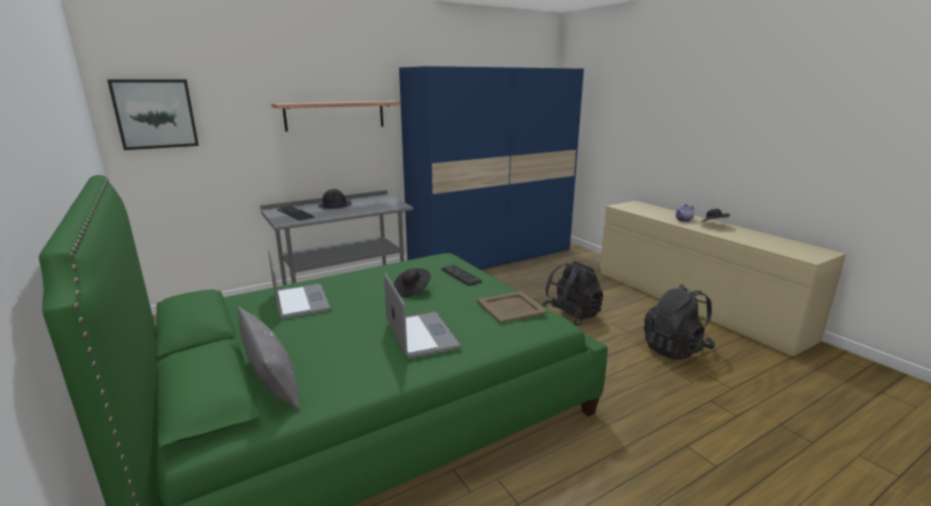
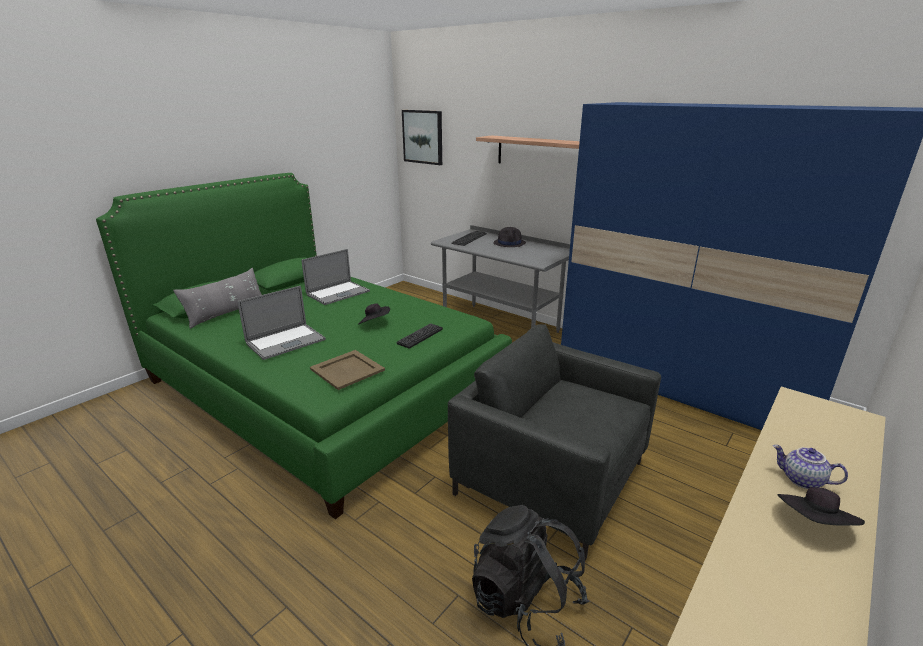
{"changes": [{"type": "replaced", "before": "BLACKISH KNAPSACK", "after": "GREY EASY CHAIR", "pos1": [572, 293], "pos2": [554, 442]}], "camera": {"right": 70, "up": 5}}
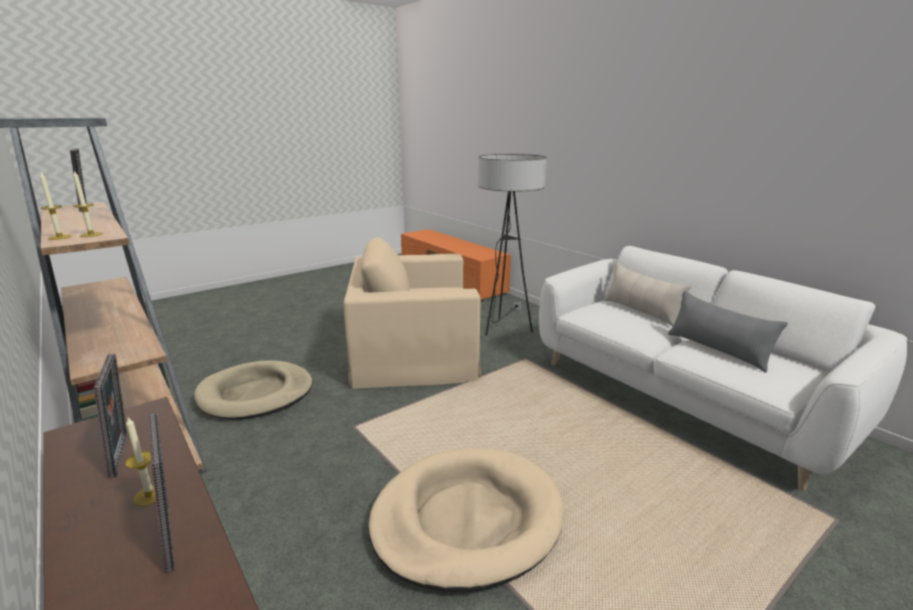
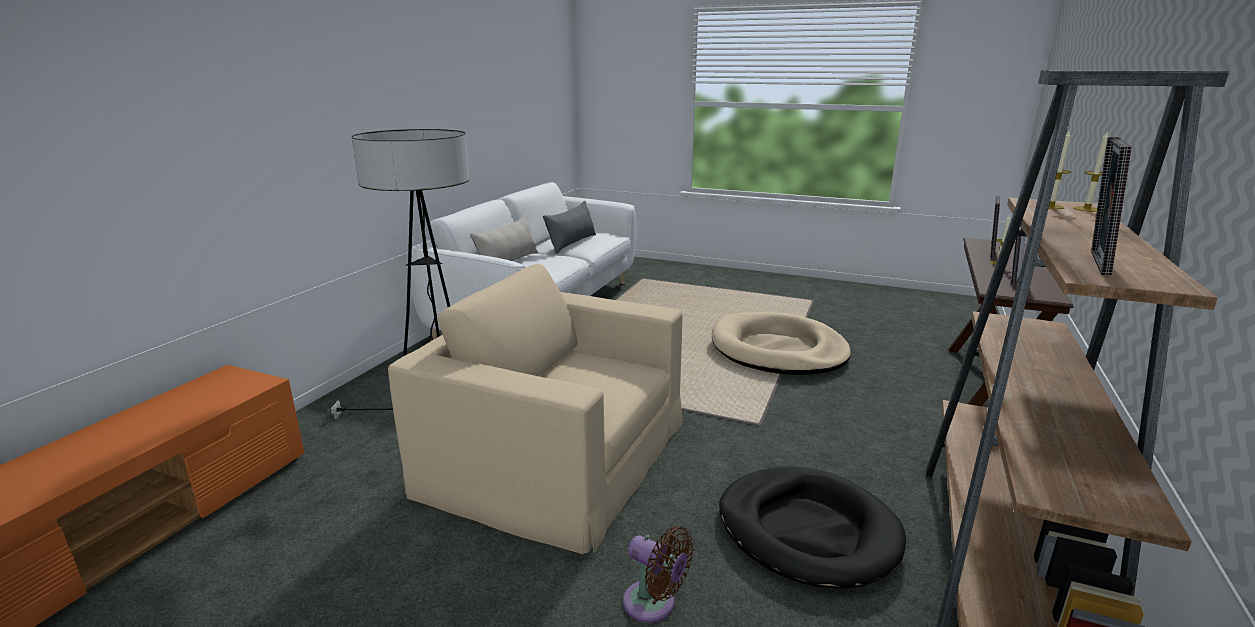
{"changes": [{"type": "turned", "before": "BEIGE EASY CHAIR", "pos1": [412, 313], "pos2": [535, 409], "turn": 150}, {"type": "recoloured", "before": "BEIGE PET BED", "after": "BLACKISH PET BED", "pos1": [253, 390], "pos2": [812, 527]}, {"type": "added", "after": "BROWN FAN", "pos2": [658, 574]}], "camera": {"right": -120, "up": 0}}
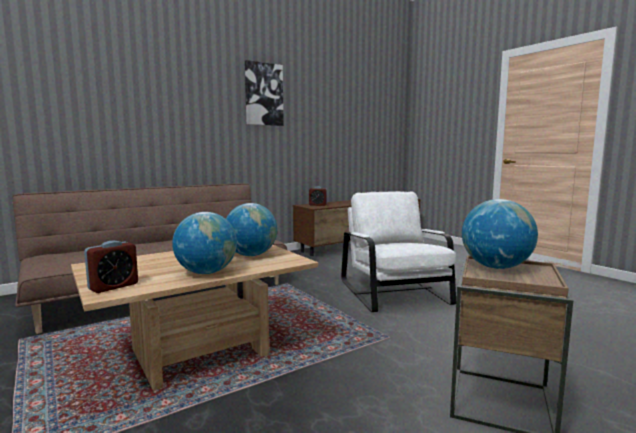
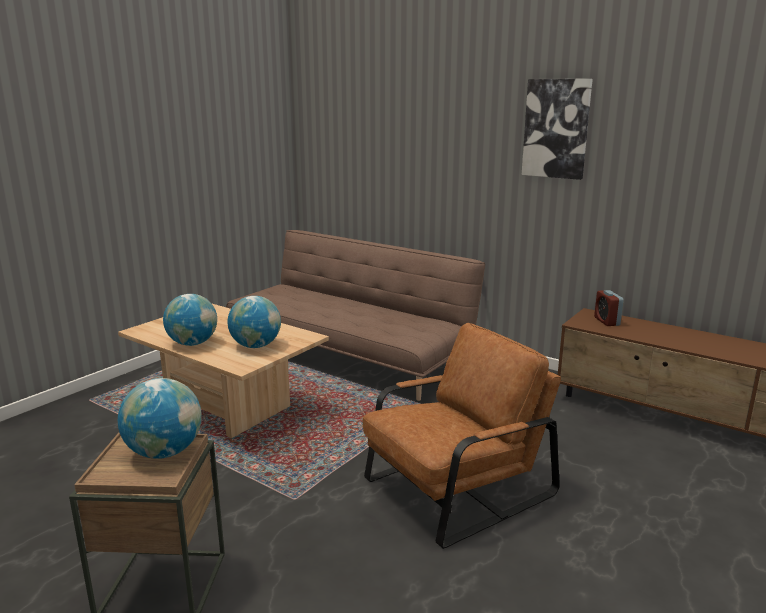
{"changes": [{"type": "recoloured", "before": "WHITISH EASY CHAIR", "after": "BROWN EASY CHAIR", "pos1": [398, 251], "pos2": [462, 435]}, {"type": "removed", "before": "BEDSIDE CLOCK", "pos1": [111, 267]}], "camera": {"right": 70, "up": 10}}
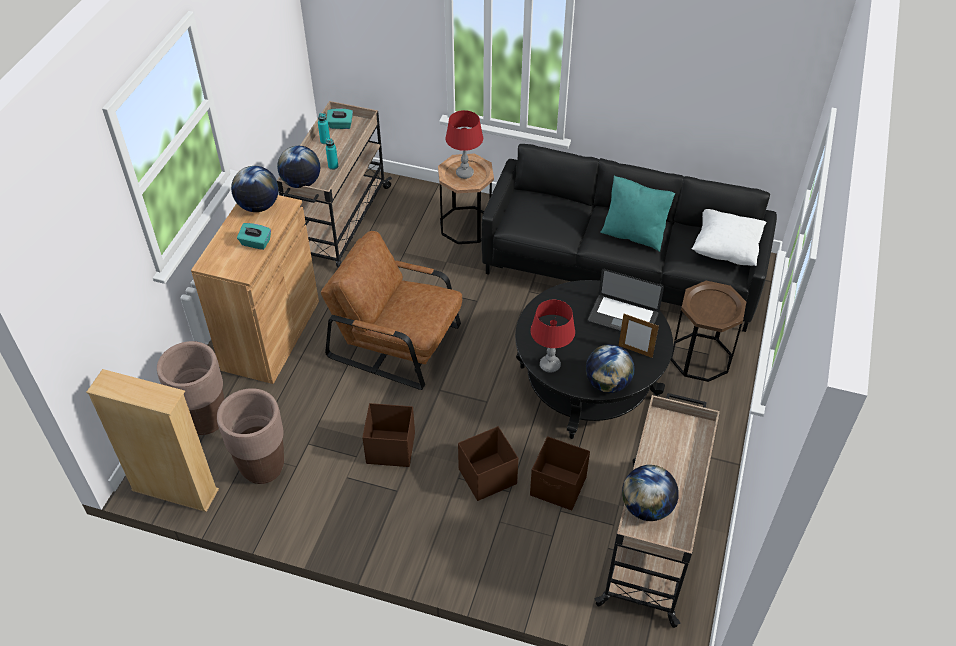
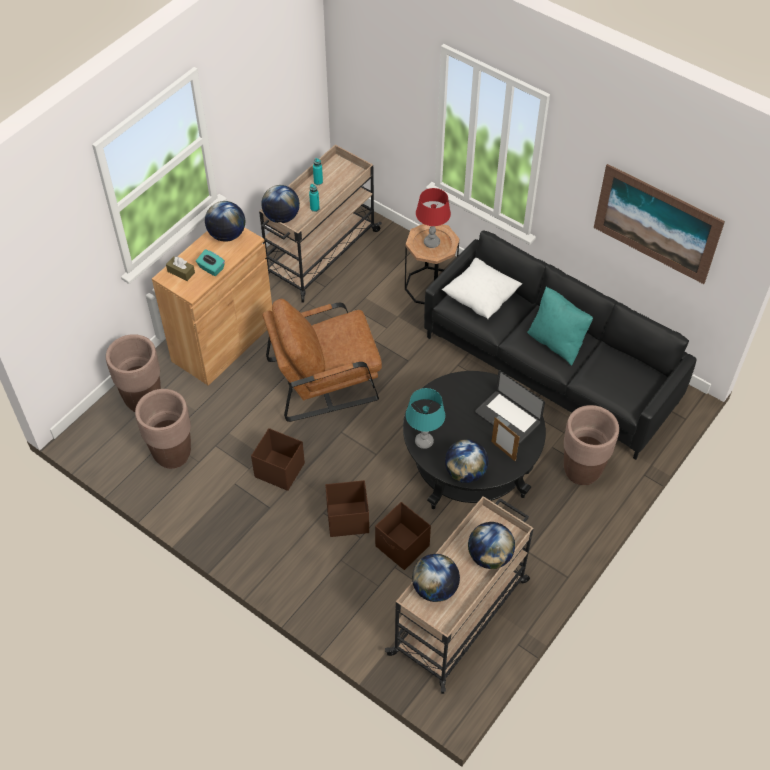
{"changes": [{"type": "removed", "before": "BLUE-GREEN TISSUE BOX", "pos1": [340, 118]}, {"type": "moved", "before": "WHITISH PILLOW", "pos1": [729, 237], "pos2": [482, 288]}, {"type": "turned", "before": "BROWN EASY CHAIR", "pos1": [391, 310], "pos2": [322, 360], "turn": -60}, {"type": "replaced", "before": "BROWN END TABLE", "after": "BROWN PLANTER", "pos1": [708, 331], "pos2": [591, 445]}, {"type": "recoloured", "before": "RED LAMP FOR A TABLE", "after": "BLUE-GREEN LAMP FOR A TABLE", "pos1": [552, 336], "pos2": [425, 418]}, {"type": "removed", "before": "BEIGE BOOKCASE", "pos1": [152, 440]}, {"type": "added", "after": "WALL ART", "pos2": [659, 224]}, {"type": "added", "after": "BROWN TISSUE BOX", "pos2": [180, 268]}, {"type": "added", "after": "WORLD GLOBE", "pos2": [491, 545]}], "camera": {"right": 20, "up": 5}}
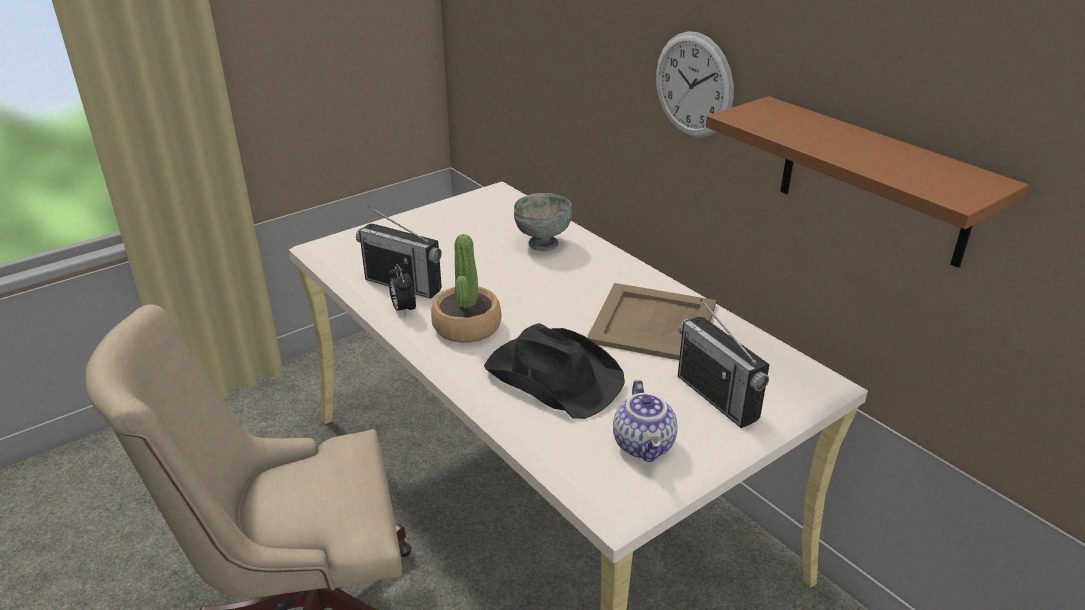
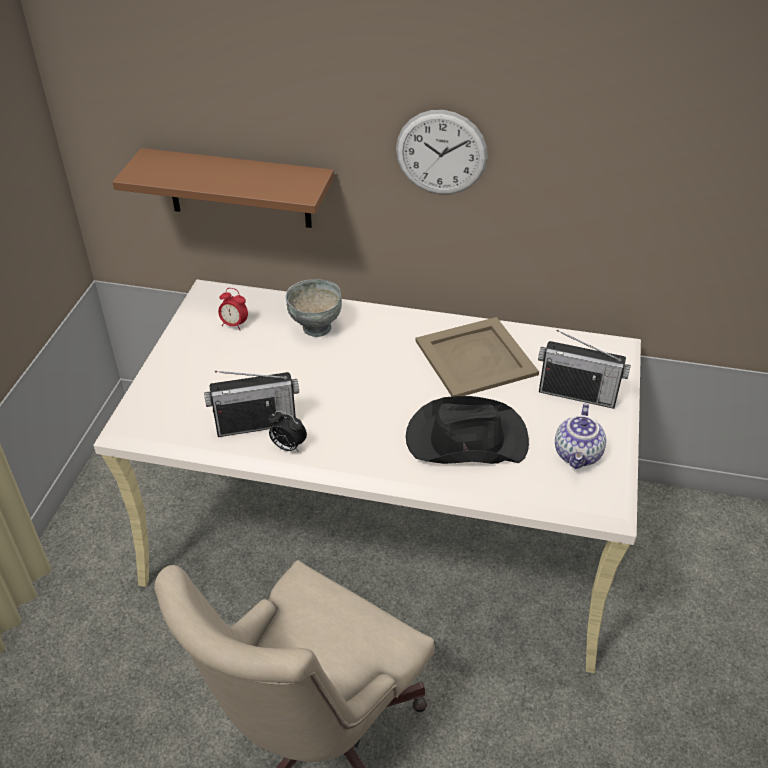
{"changes": [{"type": "moved", "before": "BROWN BRACKET SHELF", "pos1": [867, 182], "pos2": [223, 188]}, {"type": "removed", "before": "POTTED PLANT", "pos1": [466, 288]}, {"type": "turned", "before": "TEAPOT", "pos1": [645, 421], "pos2": [580, 436], "turn": 60}, {"type": "added", "after": "BEDSIDE CLOCK", "pos2": [233, 309]}], "camera": {"right": -40, "up": 10}}
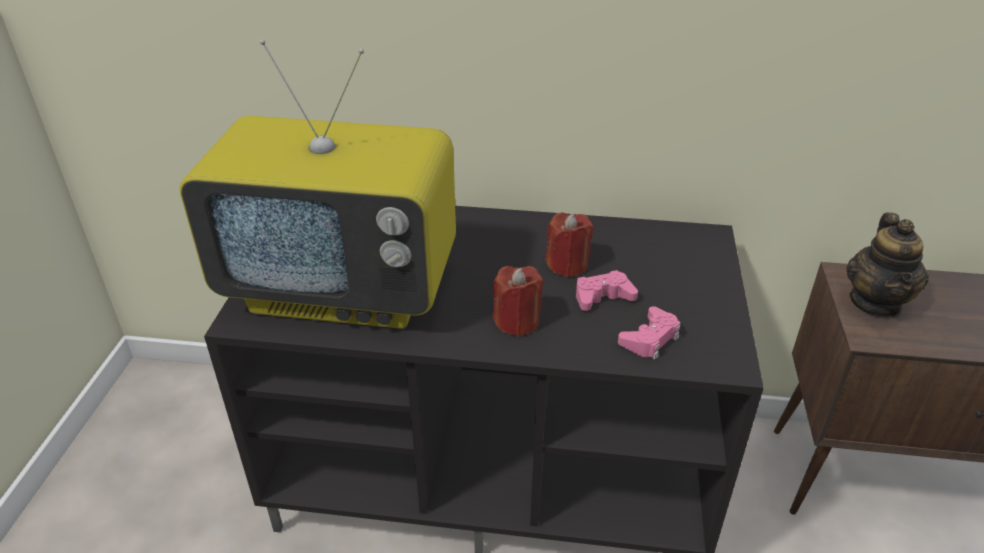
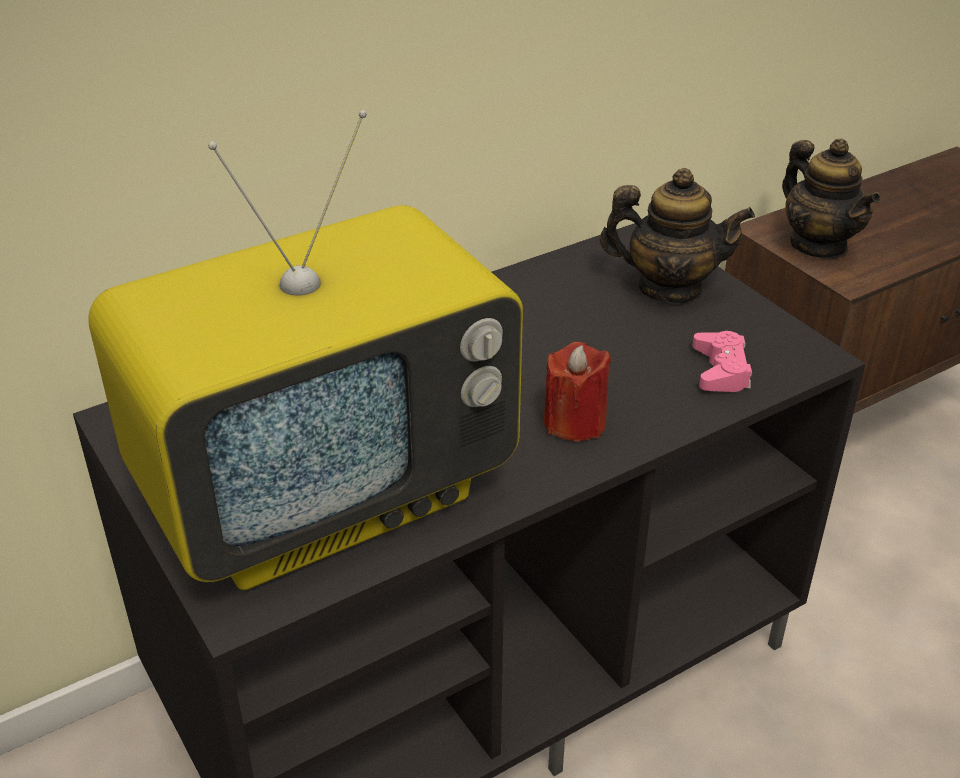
{"changes": [{"type": "removed", "before": "RED WAX CANDLE", "pos1": [569, 244]}, {"type": "removed", "before": "PINK-COLOURED JOYPAD", "pos1": [607, 290]}, {"type": "added", "after": "TEAPOT", "pos2": [677, 235]}], "camera": {"right": -40, "up": 0}}
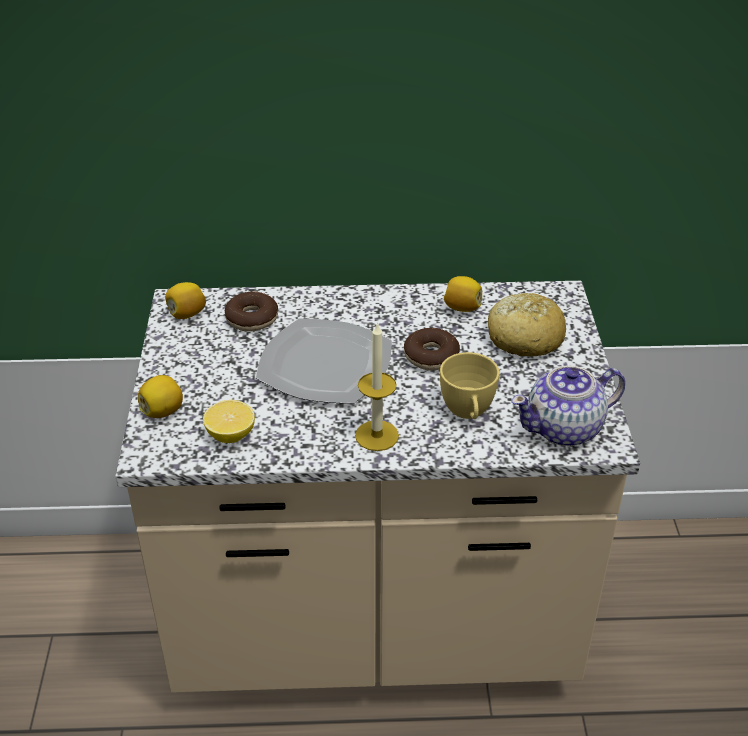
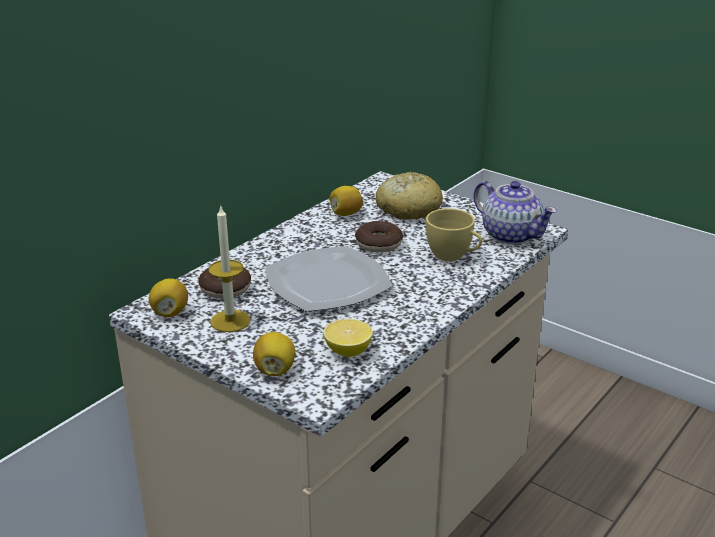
{"changes": [{"type": "moved", "before": "WAX CANDLE", "pos1": [377, 386], "pos2": [229, 268]}, {"type": "turned", "before": "TEAPOT", "pos1": [568, 405], "pos2": [515, 213], "turn": -60}], "camera": {"right": -50, "up": -10}}
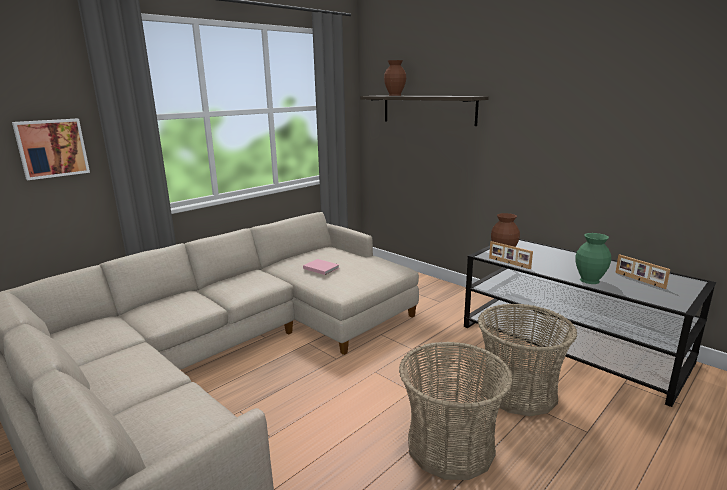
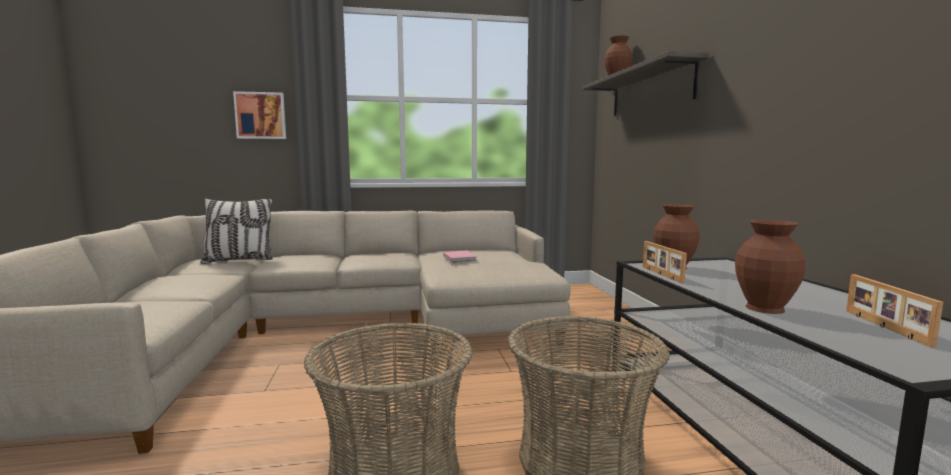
{"changes": [{"type": "recoloured", "before": "GREEN FLOWER VASE", "after": "BROWN FLOWER VASE", "pos1": [593, 258], "pos2": [770, 267]}, {"type": "added", "after": "PILLOW", "pos2": [236, 231]}], "camera": {"right": 35, "up": -10}}
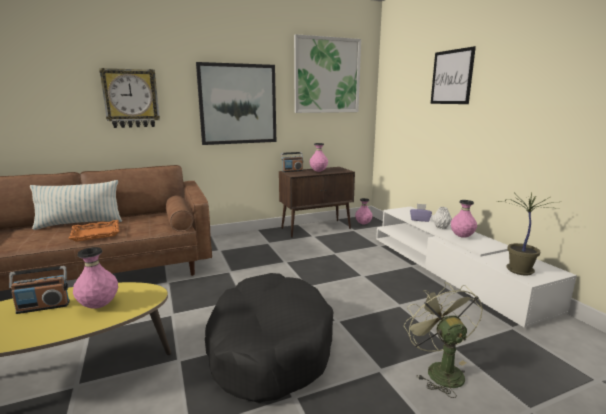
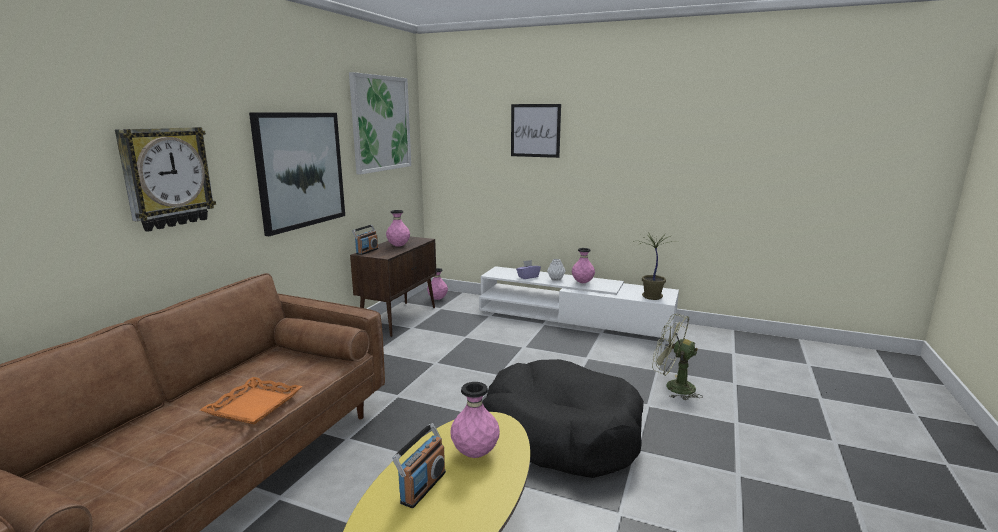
{"changes": [{"type": "removed", "before": "PILLOW", "pos1": [76, 205]}], "camera": {"right": -45, "up": 0}}
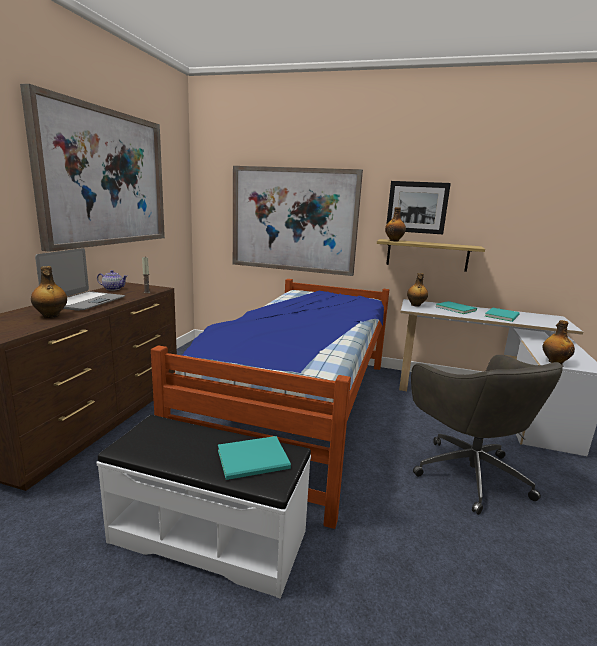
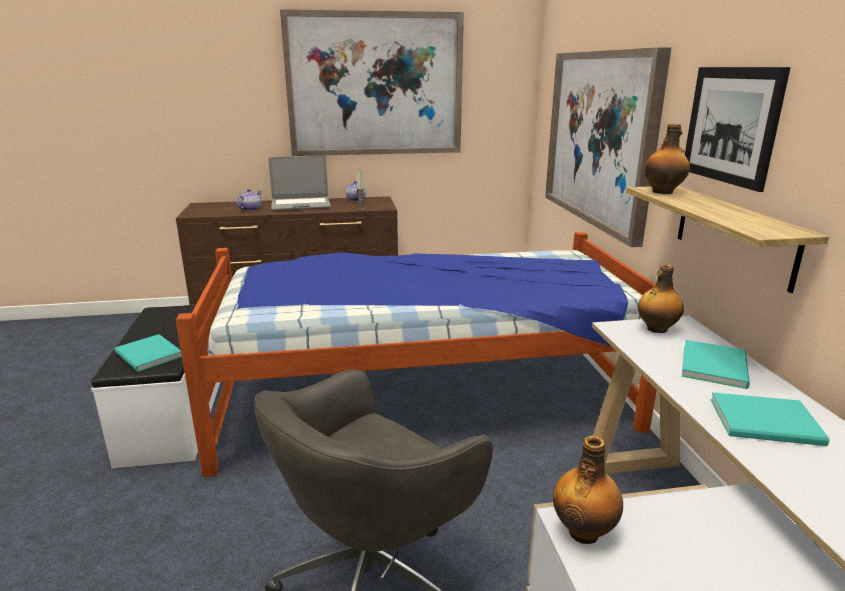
{"changes": [{"type": "replaced", "before": "BEVERAGE BOTTLE", "after": "TEAPOT", "pos1": [49, 292], "pos2": [249, 200]}], "camera": {"right": 65, "up": 5}}
